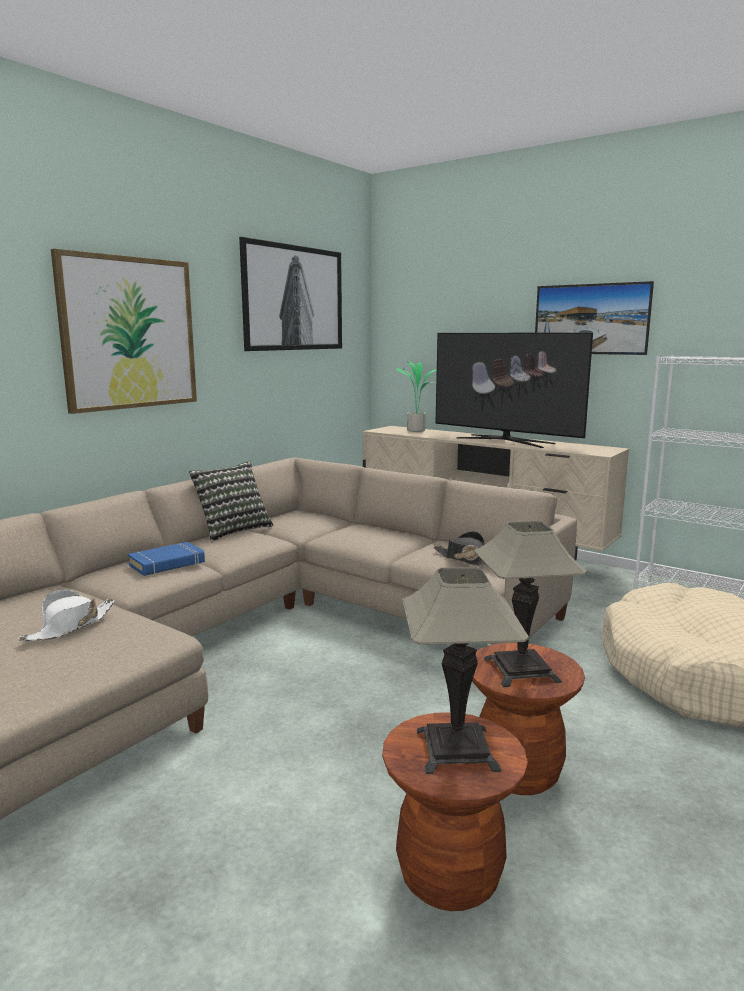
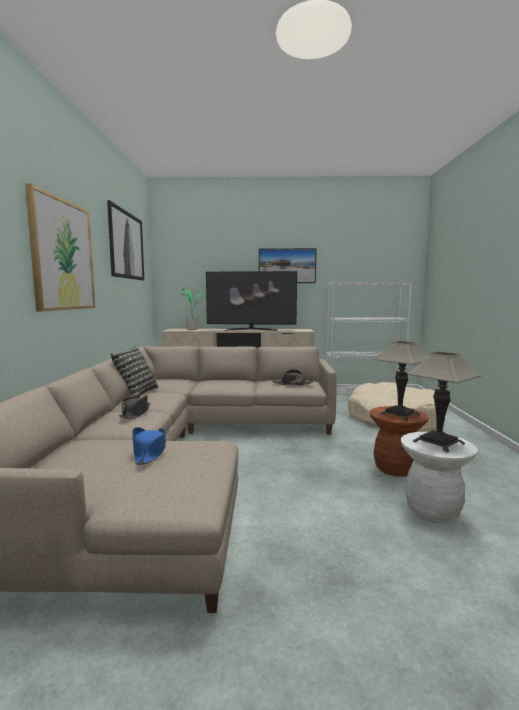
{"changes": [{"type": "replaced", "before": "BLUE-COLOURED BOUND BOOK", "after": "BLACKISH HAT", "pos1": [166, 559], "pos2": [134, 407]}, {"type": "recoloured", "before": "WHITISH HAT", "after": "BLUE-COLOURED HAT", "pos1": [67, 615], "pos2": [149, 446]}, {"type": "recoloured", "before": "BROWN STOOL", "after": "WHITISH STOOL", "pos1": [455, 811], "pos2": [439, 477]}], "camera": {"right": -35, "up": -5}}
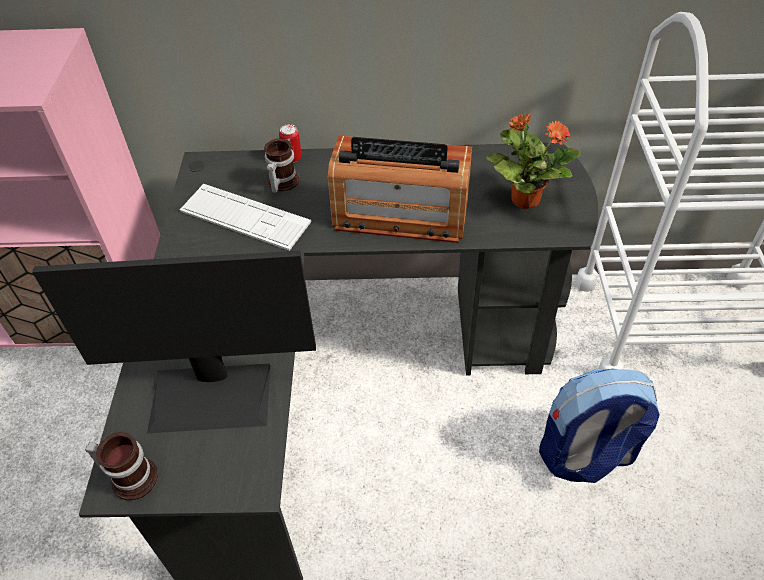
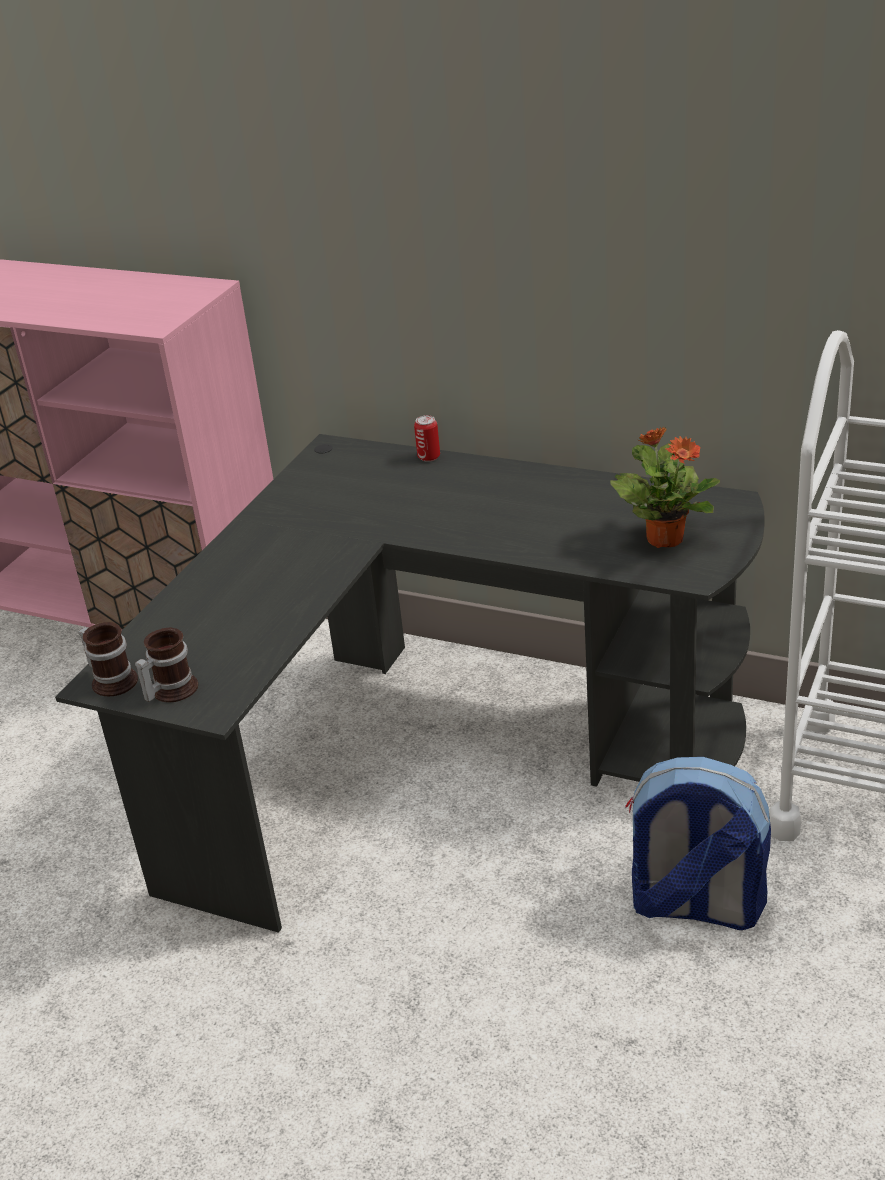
{"changes": [{"type": "removed", "before": "RADIO SET", "pos1": [400, 189]}, {"type": "moved", "before": "MUG", "pos1": [282, 165], "pos2": [166, 665]}, {"type": "removed", "before": "KEYBOARD", "pos1": [245, 217]}, {"type": "removed", "before": "COMPUTER SCREEN", "pos1": [174, 341]}], "camera": {"right": 25, "up": -15}}
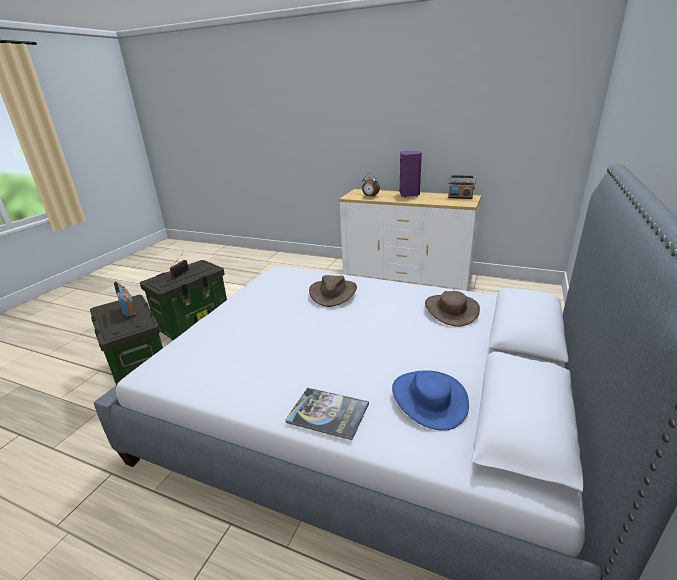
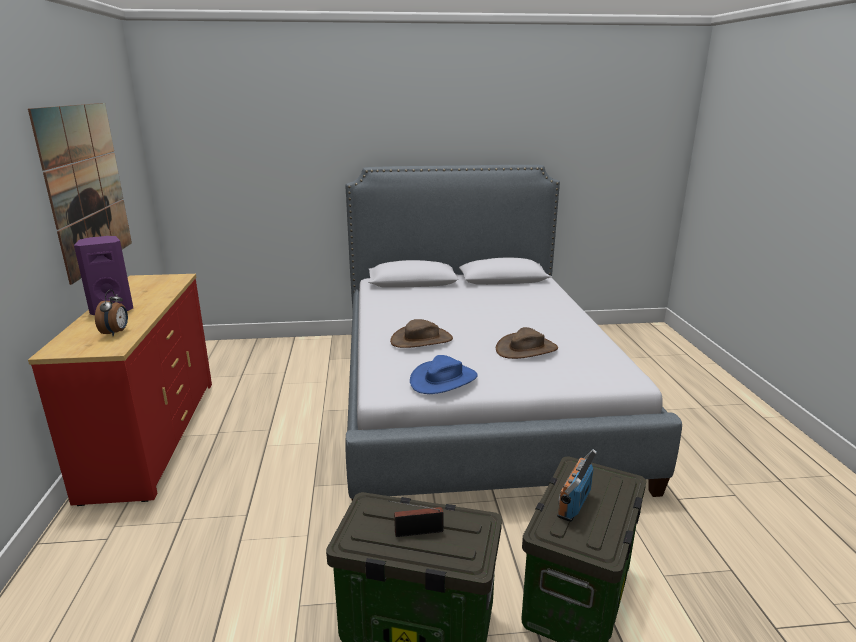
{"changes": [{"type": "removed", "before": "RADIO SET", "pos1": [462, 187]}, {"type": "recoloured", "before": "WHITISH CHEST OF DRAWERS", "after": "RED CHEST OF DRAWERS", "pos1": [410, 240], "pos2": [120, 390]}, {"type": "moved", "before": "BROWN HAT", "pos1": [452, 309], "pos2": [527, 343]}, {"type": "moved", "before": "BLUE-COLOURED HAT", "pos1": [430, 401], "pos2": [444, 374]}, {"type": "removed", "before": "BOUND BOOK", "pos1": [327, 414]}, {"type": "added", "after": "WALL ART", "pos2": [80, 194]}], "camera": {"right": -120, "up": -5}}
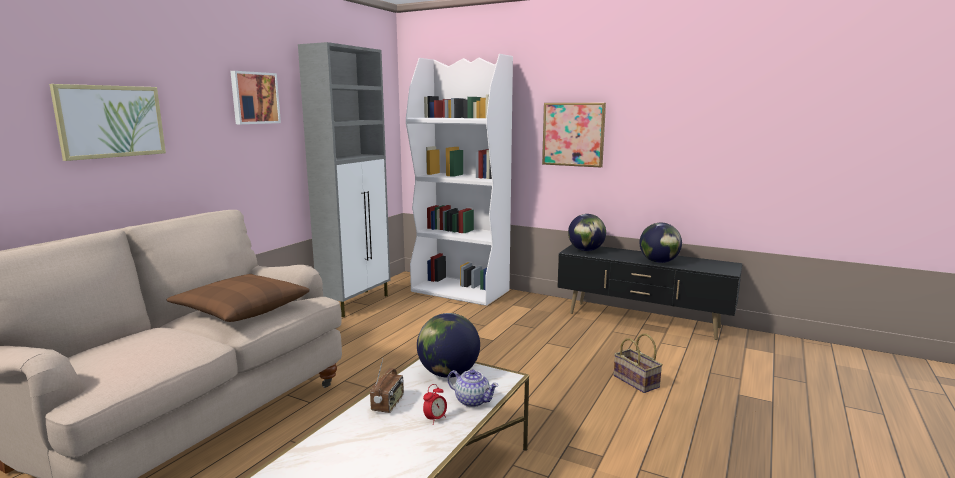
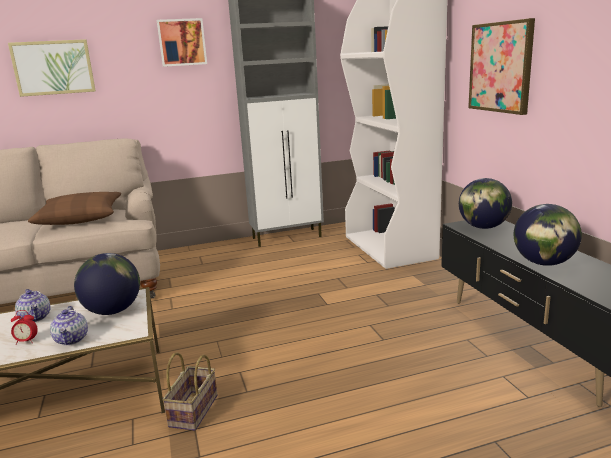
{"changes": [{"type": "moved", "before": "BASKET", "pos1": [638, 363], "pos2": [189, 391]}, {"type": "replaced", "before": "RADIO SET", "after": "TEAPOT", "pos1": [387, 386], "pos2": [33, 305]}], "camera": {"right": 45, "up": 5}}
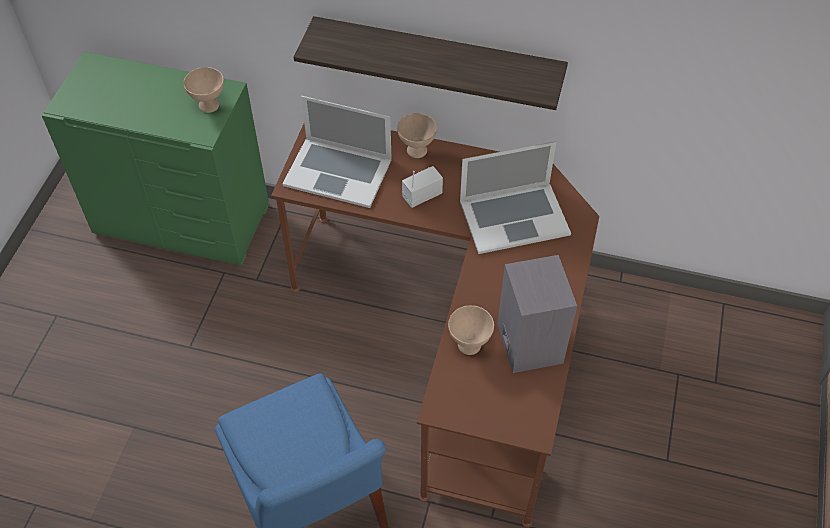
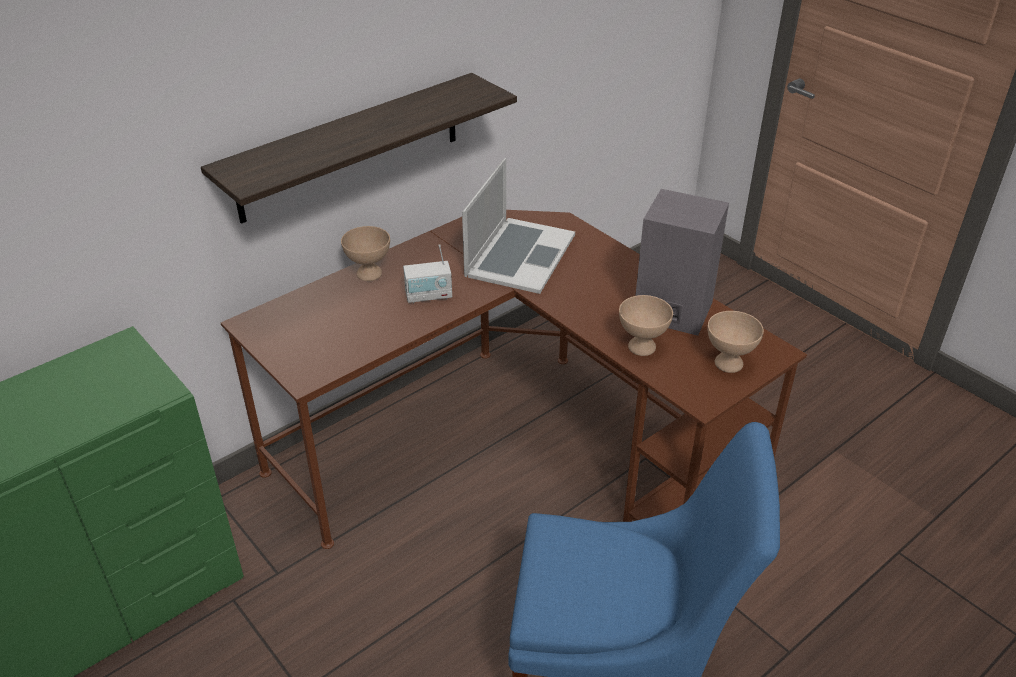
{"changes": [{"type": "moved", "before": "BEIGE BOWL", "pos1": [203, 90], "pos2": [735, 342]}, {"type": "removed", "before": "LAPTOP", "pos1": [337, 152]}, {"type": "turned", "before": "RADIO SET", "pos1": [422, 187], "pos2": [427, 273], "turn": -105}], "camera": {"right": -55, "up": -15}}
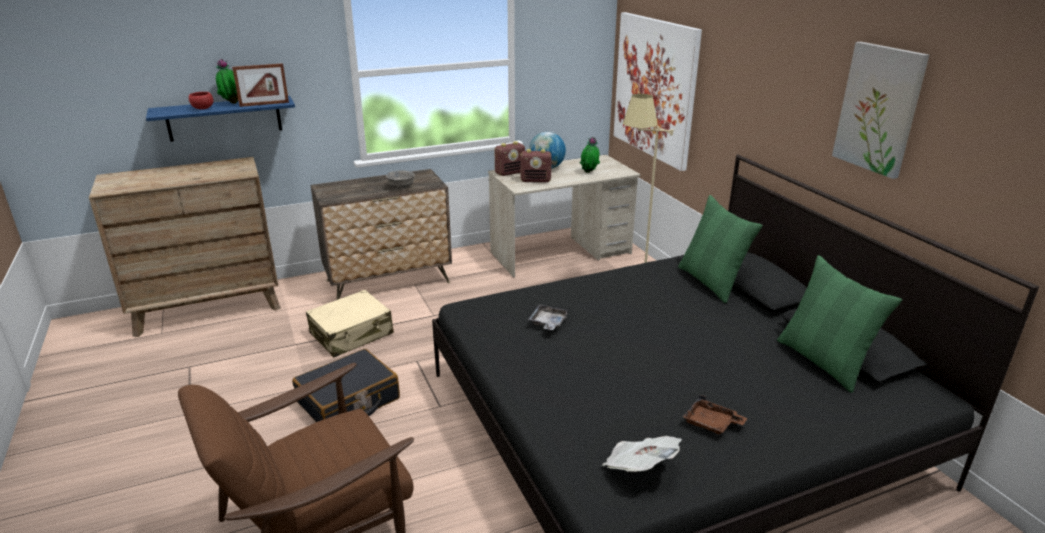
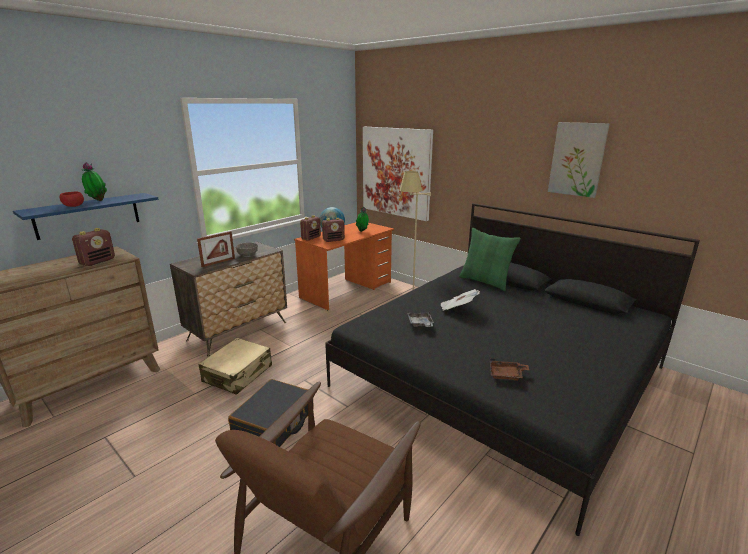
{"changes": [{"type": "moved", "before": "STANDING FRAME", "pos1": [260, 85], "pos2": [216, 249]}, {"type": "recoloured", "before": "BEIGE DESK UNIT", "after": "ORANGE DESK UNIT", "pos1": [564, 216], "pos2": [344, 266]}, {"type": "removed", "before": "GREEN PILLOW", "pos1": [839, 324]}, {"type": "moved", "before": "BROWN CARRYING TRAY", "pos1": [715, 414], "pos2": [509, 369]}, {"type": "moved", "before": "DAILY PAPER", "pos1": [642, 454], "pos2": [460, 300]}, {"type": "added", "after": "RADIO SET", "pos2": [93, 247]}], "camera": {"right": -25, "up": -5}}
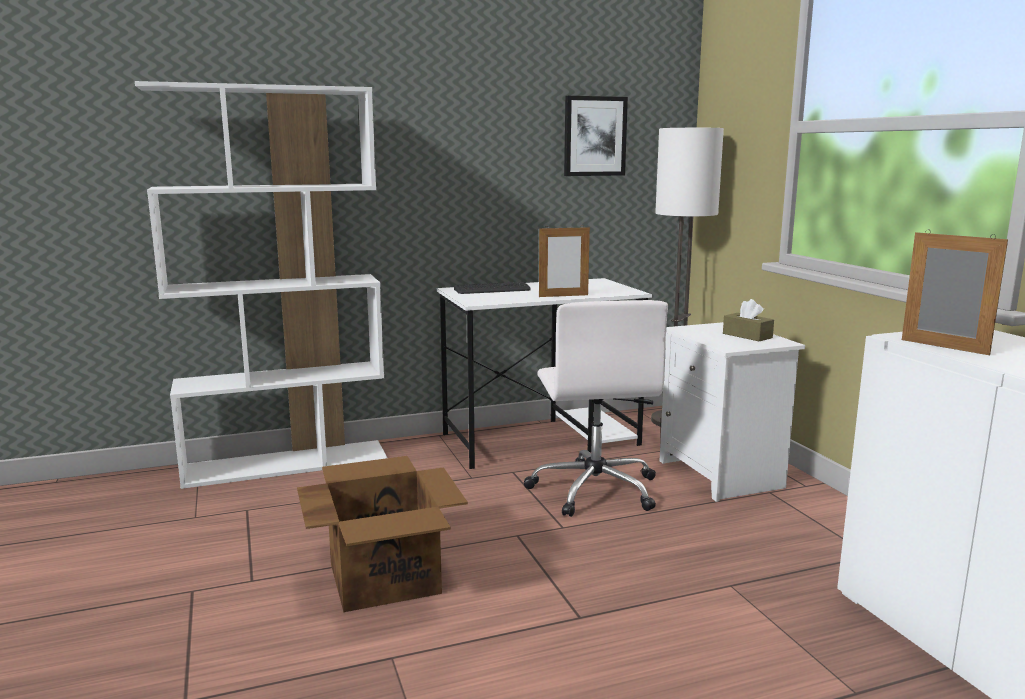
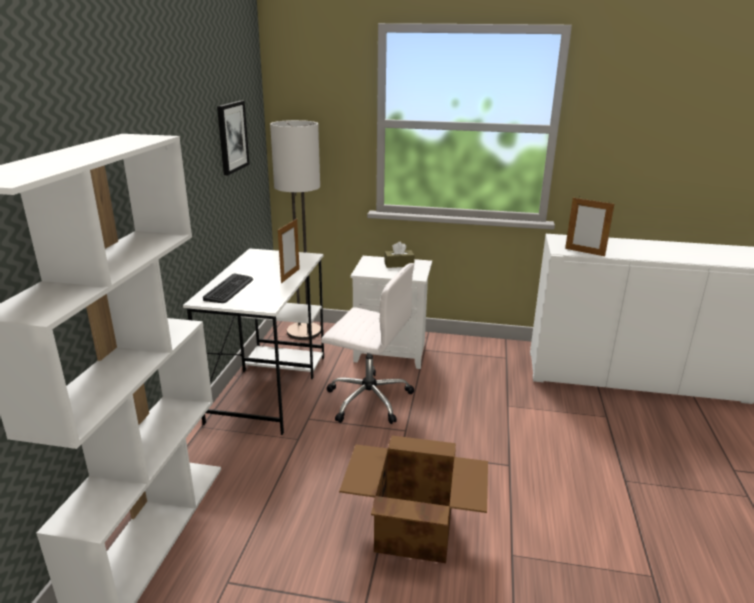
{"changes": [{"type": "turned", "before": "STANDING FRAME", "pos1": [955, 292], "pos2": [589, 227], "turn": -135}], "camera": {"right": -60, "up": 10}}
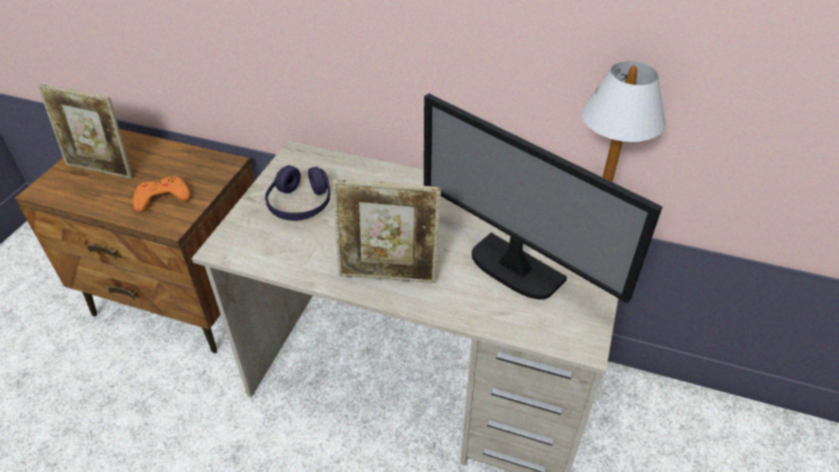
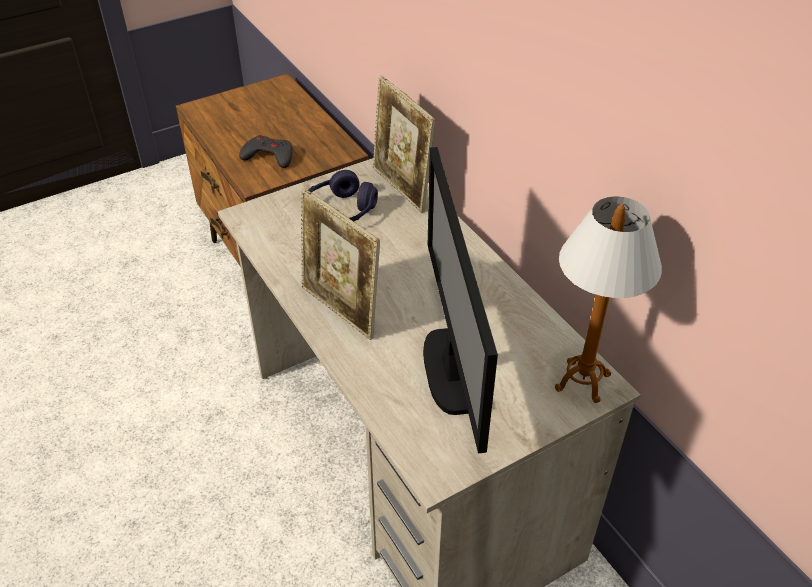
{"changes": [{"type": "moved", "before": "STANDING FRAME", "pos1": [85, 131], "pos2": [404, 144]}, {"type": "recoloured", "before": "ORANGE JOYPAD", "after": "GREY JOYPAD", "pos1": [162, 194], "pos2": [266, 151]}], "camera": {"right": 40, "up": 0}}
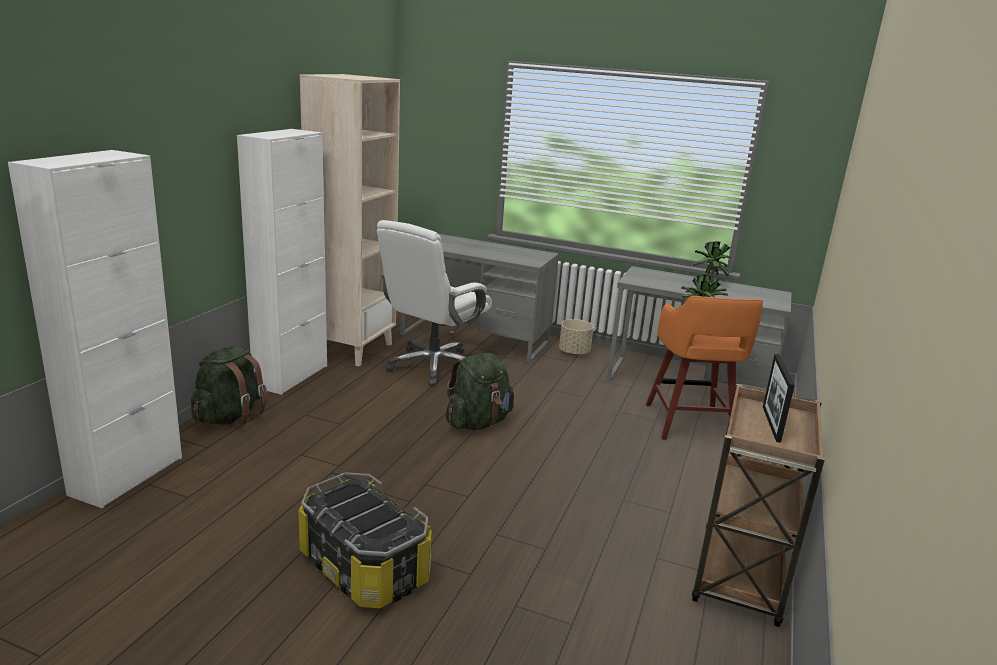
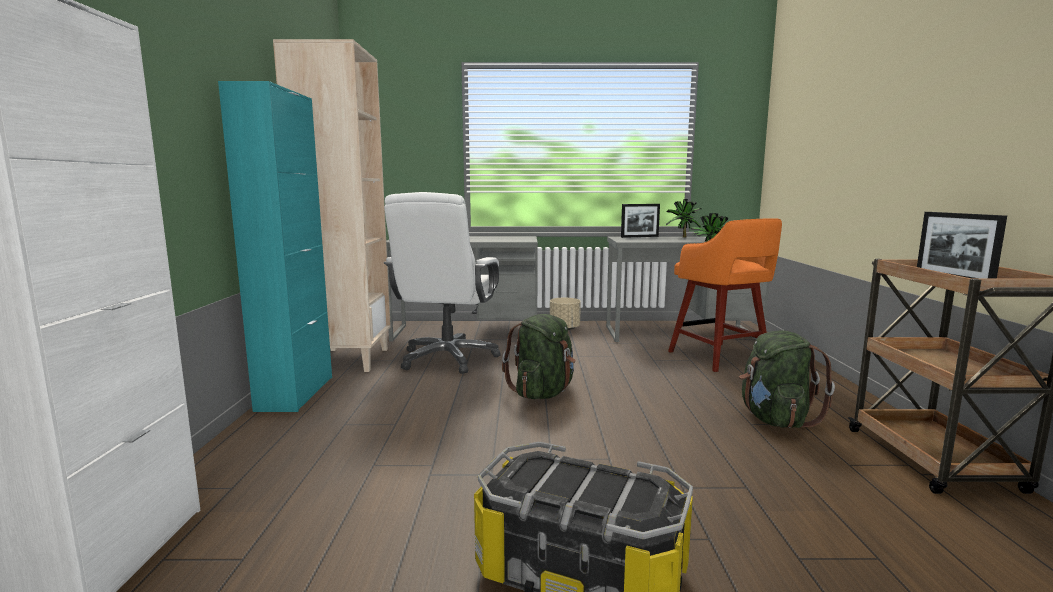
{"changes": [{"type": "recoloured", "before": "WHITISH CABINET", "after": "BLUE-GREEN CABINET", "pos1": [282, 262], "pos2": [275, 246]}, {"type": "moved", "before": "GREEN KNAPSACK", "pos1": [229, 387], "pos2": [787, 379]}, {"type": "added", "after": "STANDING FRAME", "pos2": [640, 221]}], "camera": {"right": -20, "up": -10}}
